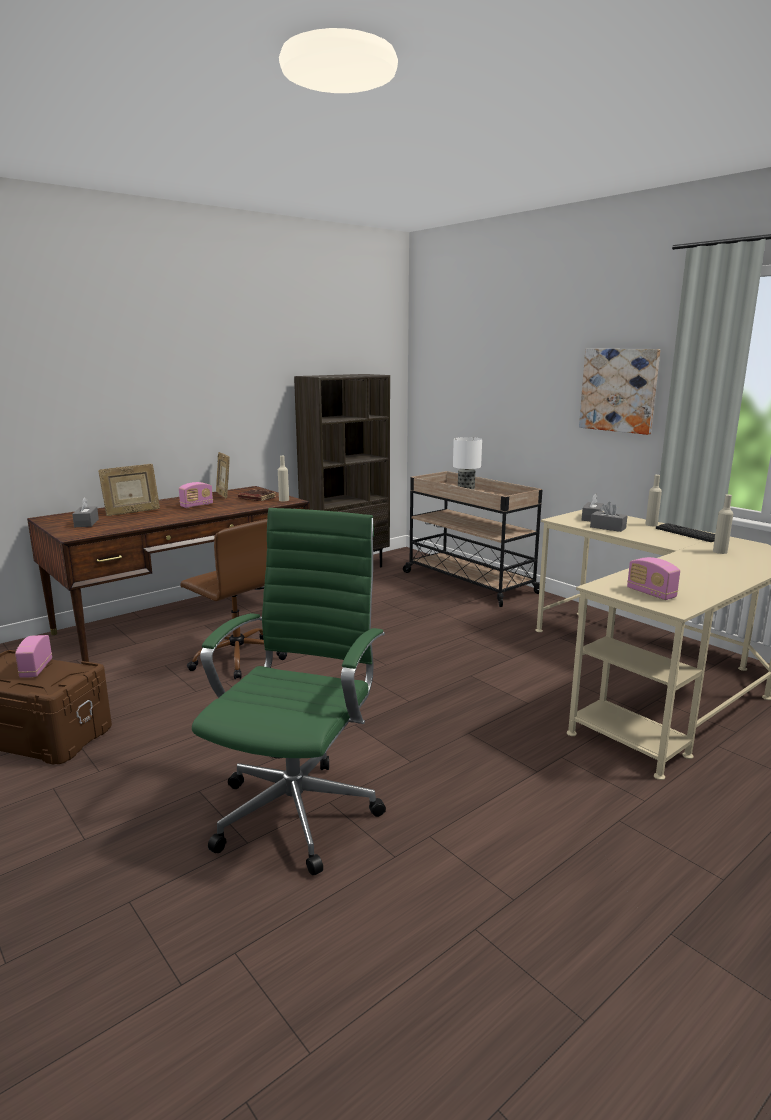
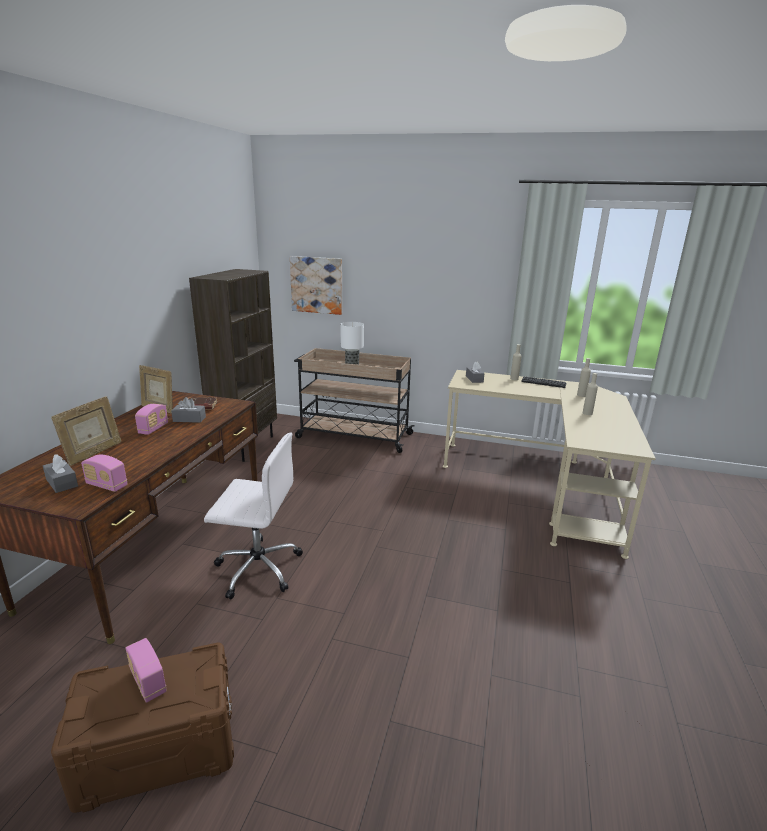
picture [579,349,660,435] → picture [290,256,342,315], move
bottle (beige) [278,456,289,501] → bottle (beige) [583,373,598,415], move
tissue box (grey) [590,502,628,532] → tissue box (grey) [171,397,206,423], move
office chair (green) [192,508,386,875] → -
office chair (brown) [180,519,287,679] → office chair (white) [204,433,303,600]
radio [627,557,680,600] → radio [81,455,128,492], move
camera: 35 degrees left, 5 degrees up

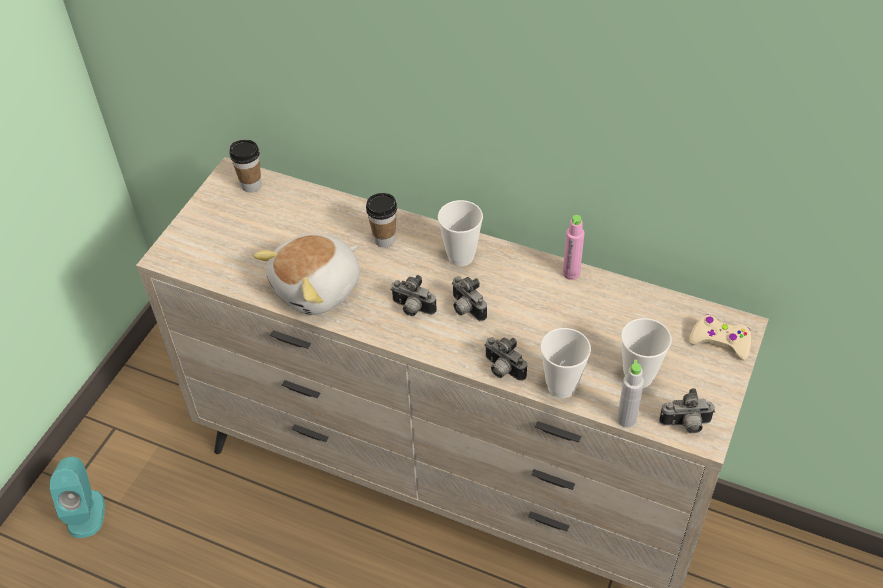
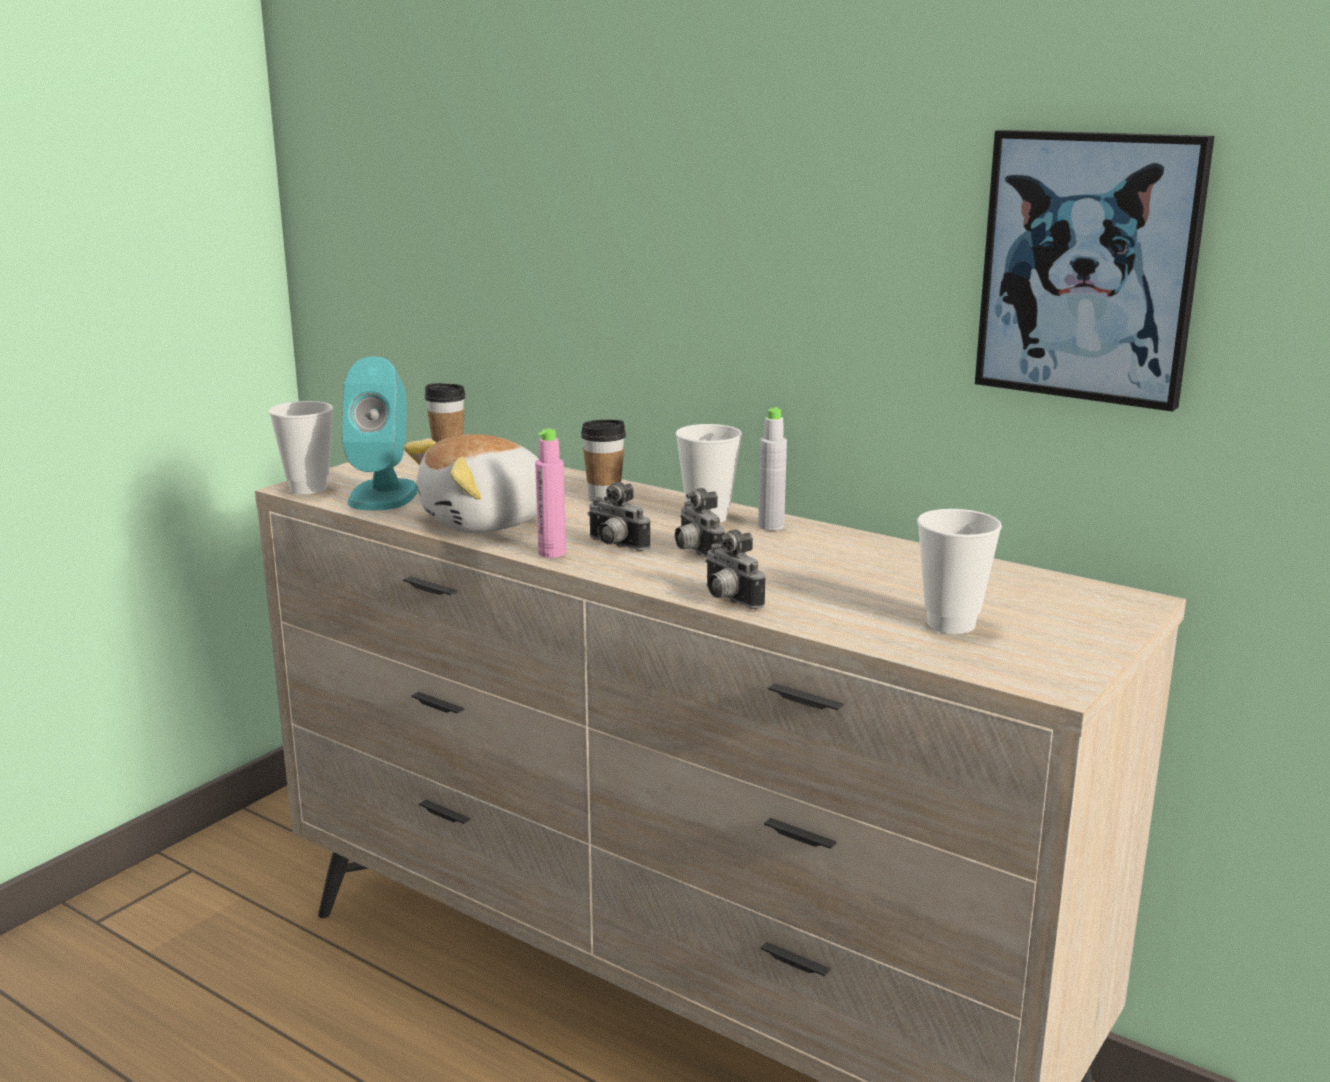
bottle (pink) [563,215,584,280] → bottle (pink) [535,429,566,558], move
game controller (beige) [689,314,751,361] → -
cup [540,328,591,398] → cup [269,401,333,494], move
bottle (grey) [617,360,644,428] → bottle (grey) [758,407,787,531], move
photo camera [659,388,715,433] → -
speaker (turquoise) [49,457,105,538] → speaker (turquoise) [342,357,417,510], move
- → picture [975,130,1214,412]
camera: 10 degrees right, 30 degrees down

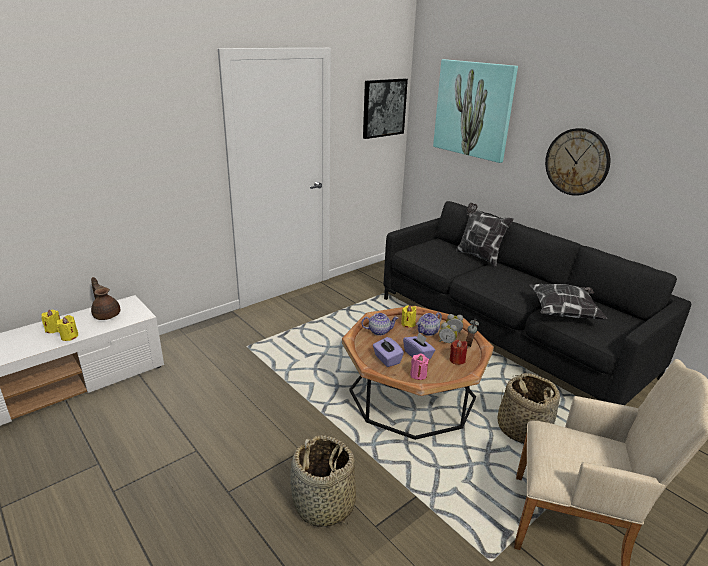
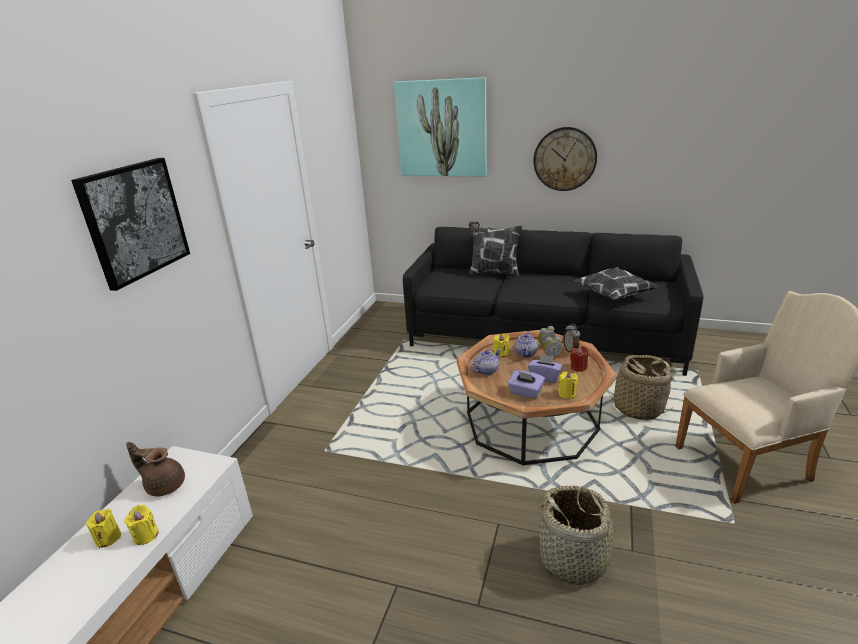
picture [363,78,408,139] → picture [71,158,190,291], move
candle (pink) [410,353,429,380] → candle (yellow) [558,372,578,399]
camera: 30 degrees left, 0 degrees up

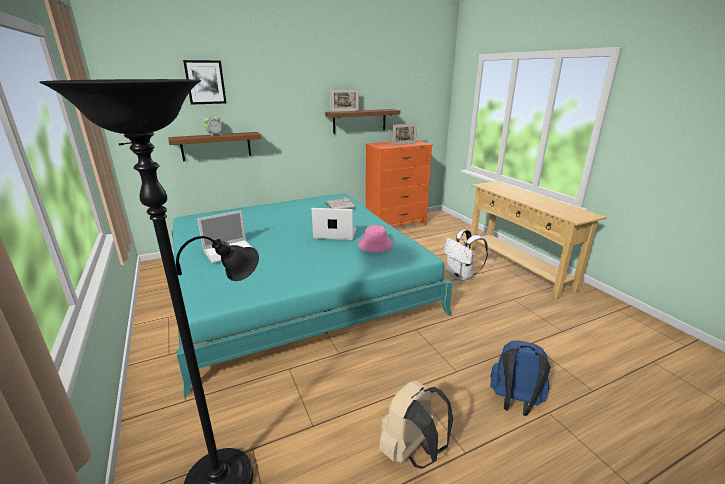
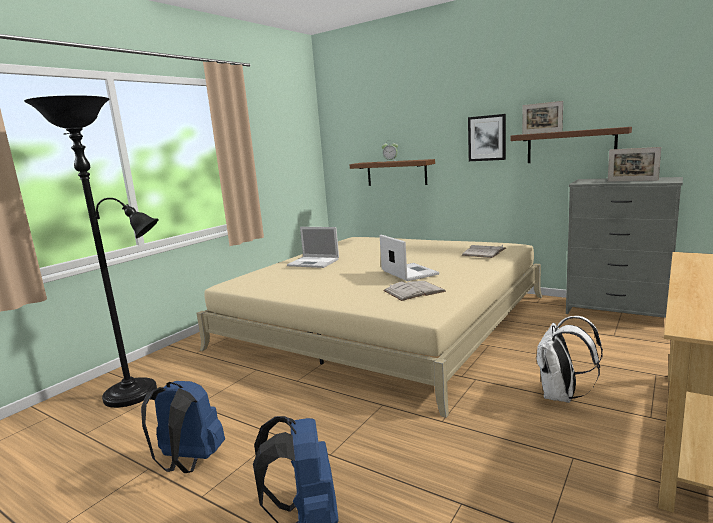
picture [183,60,227,105] → picture [468,114,506,161], move
dresser (orange) [365,140,433,226] → dresser (grey) [566,177,683,318]
bed (turquoise) [171,194,453,397] → bed (beige) [197,237,542,418]
hat (pink) [358,225,393,252] → book (white) [383,281,446,301]
backpack (beige) [379,380,453,469] → backpack (blue) [141,381,225,473]
camera: 60 degrees right, 10 degrees down

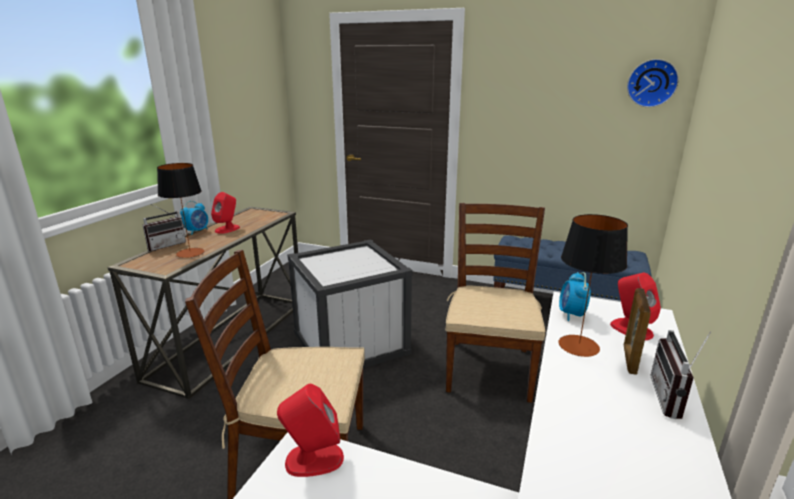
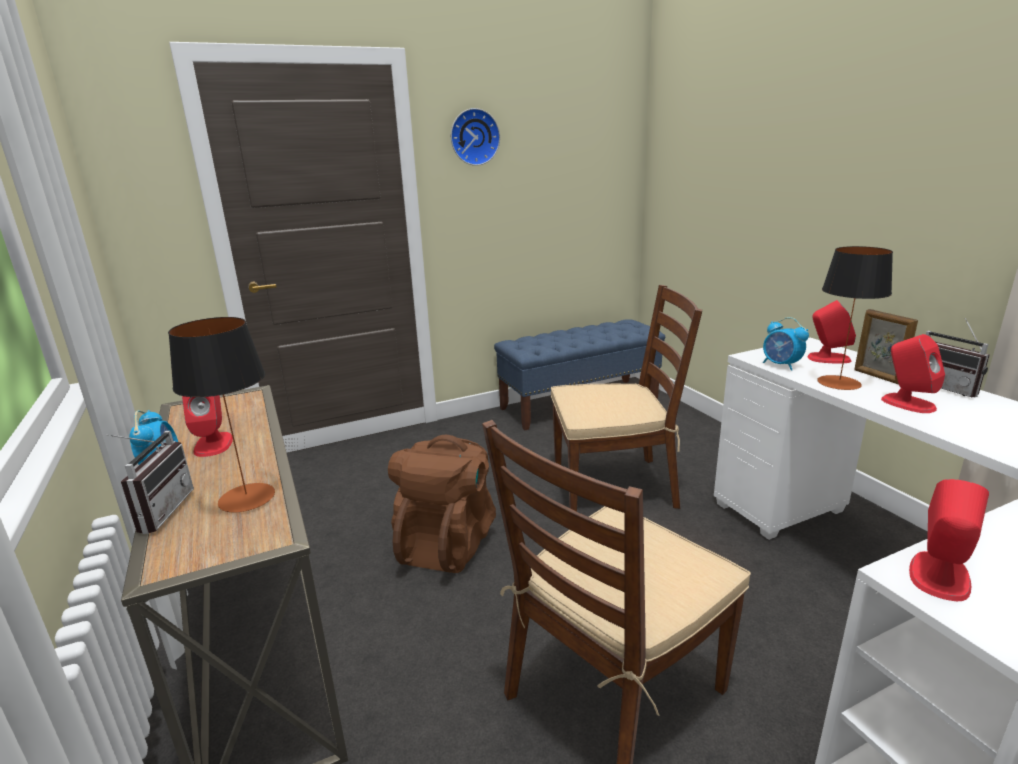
wall clock [627,59,679,107] → wall clock [451,108,500,166], move
chair (brown) [446,203,545,403] → chair (brown) [551,285,702,512], 120 degrees clockwise
storage box (white) [287,239,413,368] → backpack (brown) [388,435,496,573]
- → speaker (red) [881,334,945,413]
camera: 45 degrees left, 0 degrees up

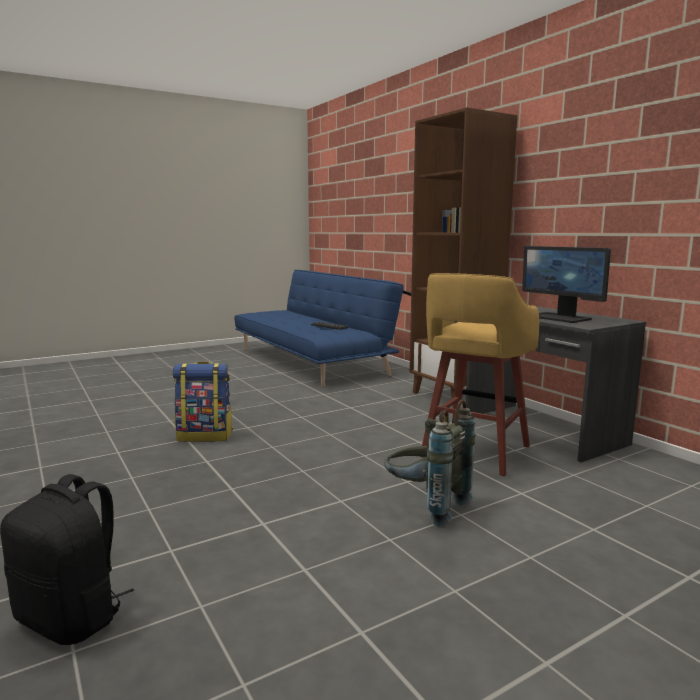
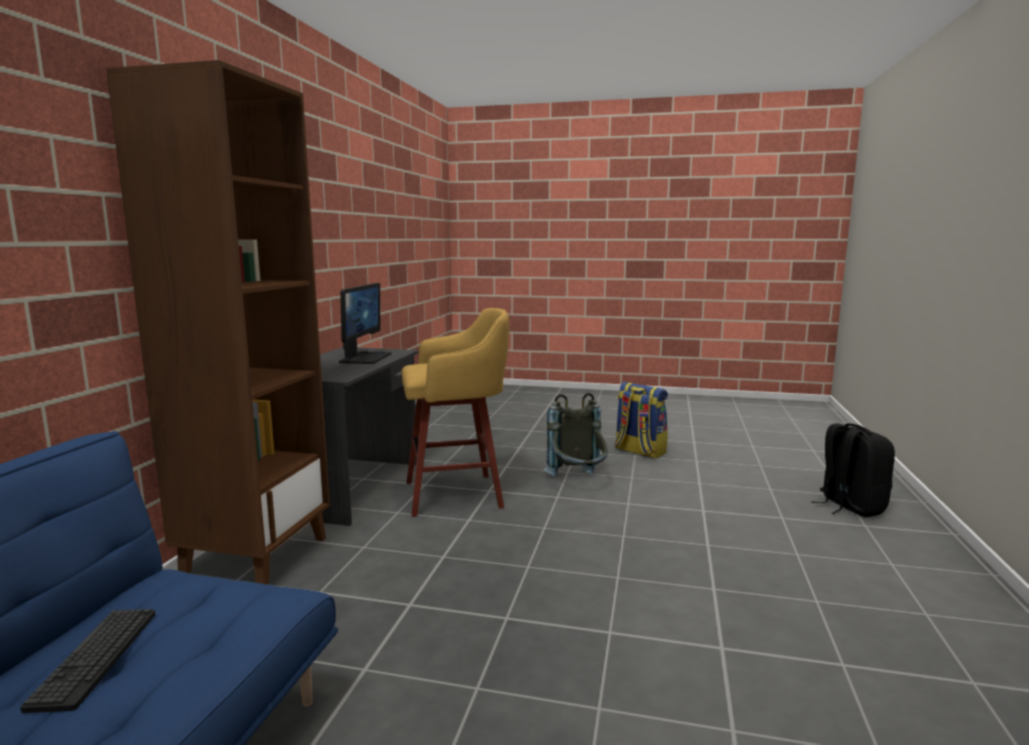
backpack [172,362,233,442] → backpack [615,382,668,459], move
camera: 135 degrees left, 0 degrees up

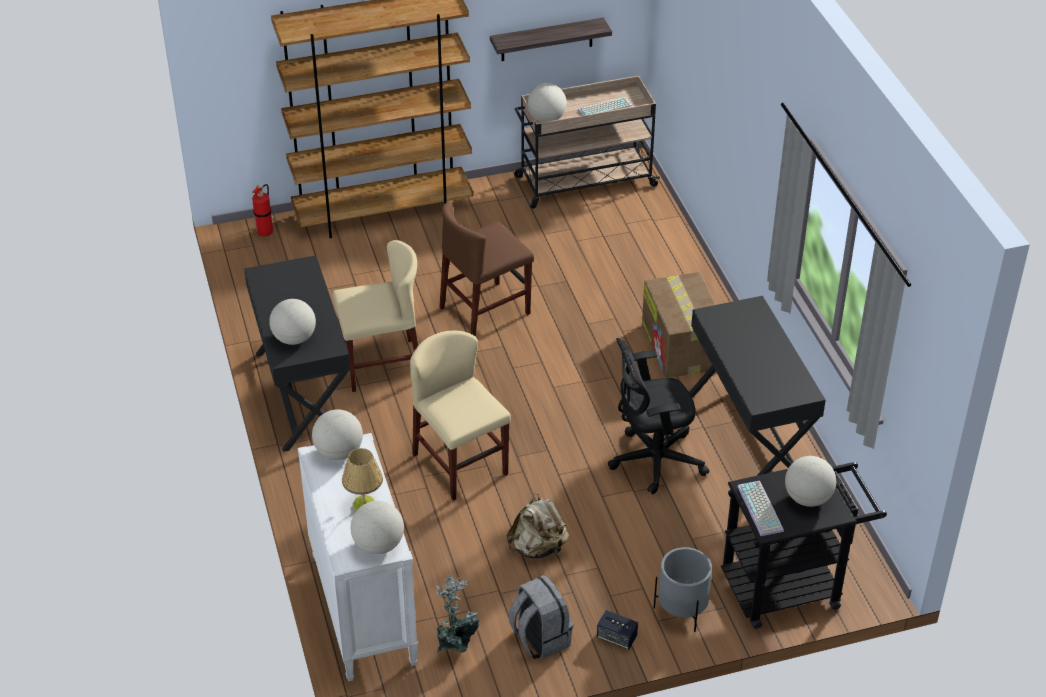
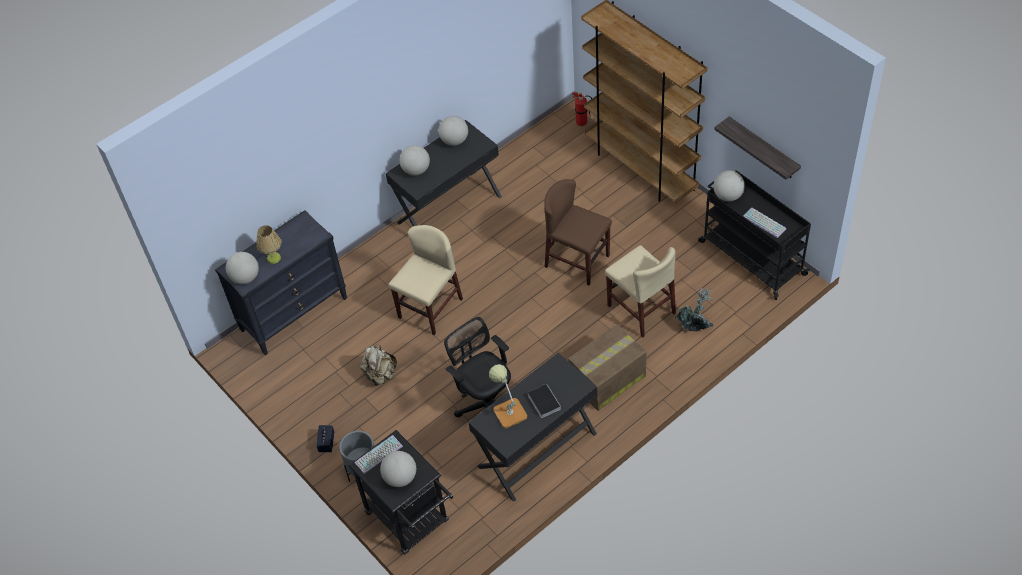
cart (beige) [514,76,660,209] → cart (black) [698,170,811,300]
chair (beige) [332,240,418,392] → chair (beige) [605,245,676,338], move
globe [312,409,363,460] → globe [439,116,468,146], move
dresser (white) [298,433,418,681] → dresser (black) [215,210,347,355]
potted plant [436,573,480,653] → potted plant [675,288,713,332], move
backpack (grey) [509,575,573,659] → -
- → table lamp [489,364,527,429]
- → book [528,383,561,418]
camera: 70 degrees right, 10 degrees up

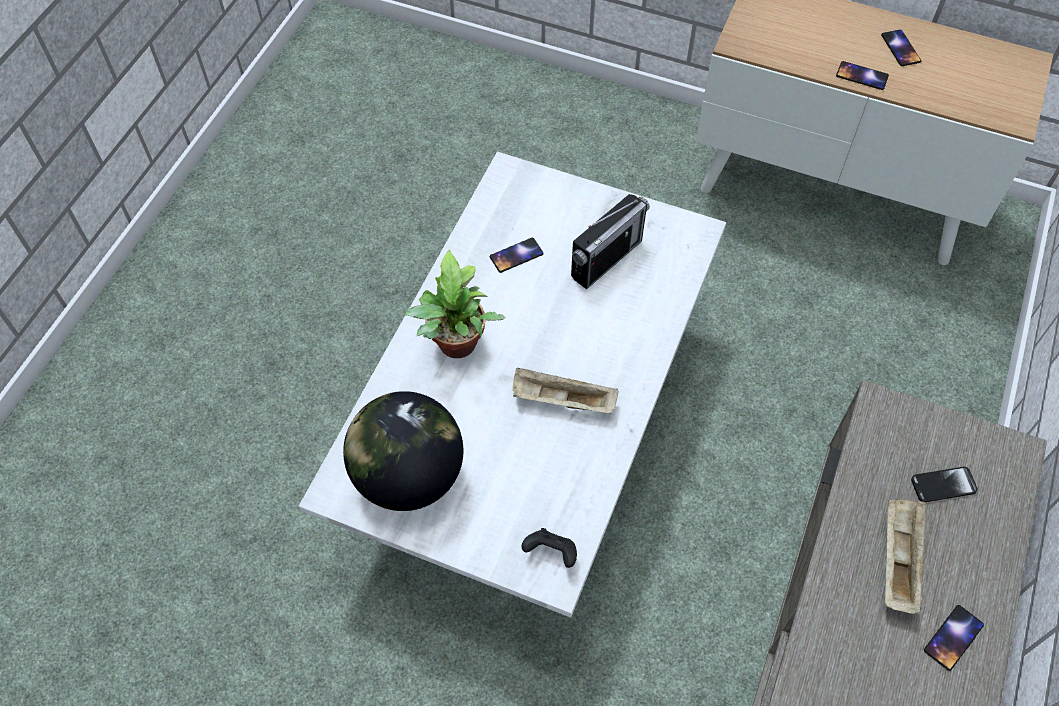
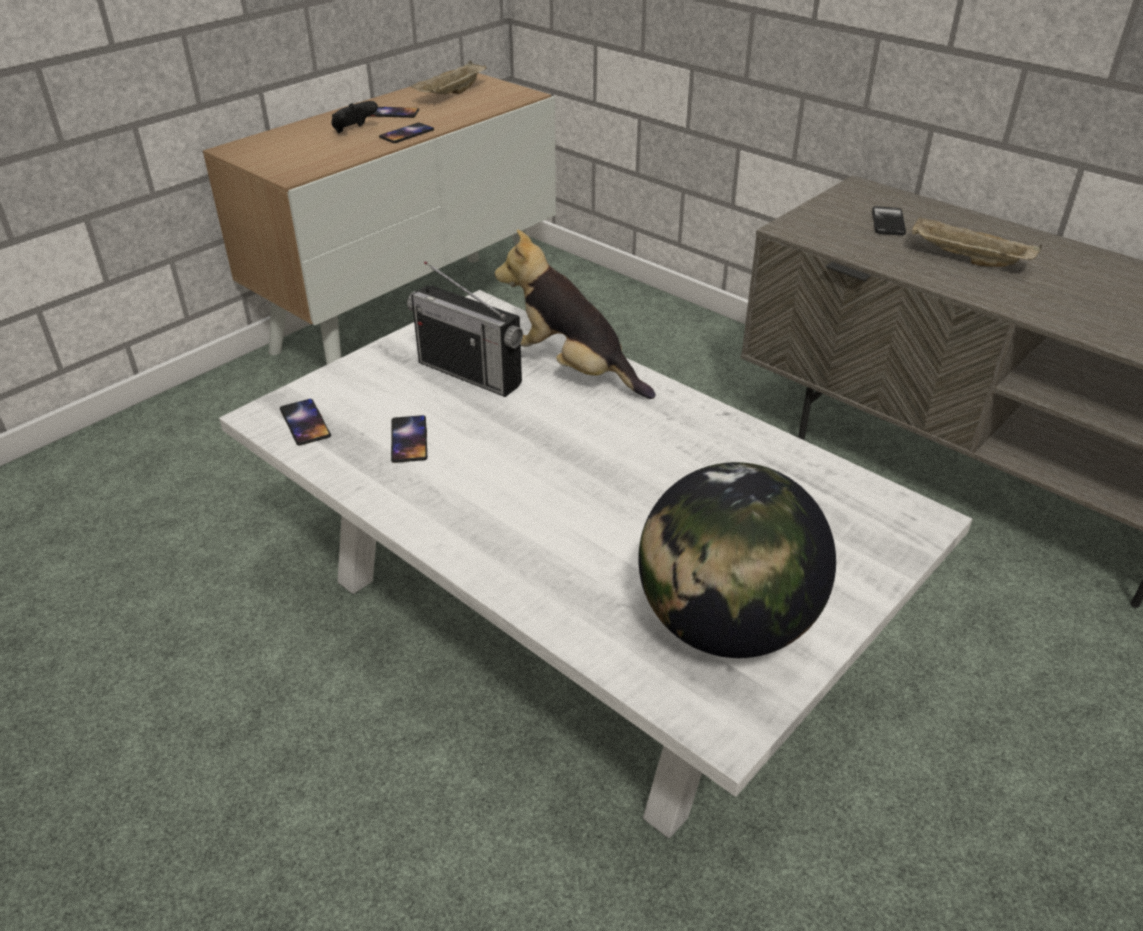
radio [571,194,650,289] → radio [407,261,523,397], 150 degrees clockwise
potted plant [405,250,505,358] → -
tray (beige) [513,367,618,413] → tray (beige) [411,61,487,94], move
game controller (black) [522,528,577,568] → game controller (black) [331,101,378,133], move
phone [924,605,984,671] → phone [280,399,331,446], move
- → plush toy [495,229,656,399]
camera: 70 degrees left, 20 degrees down

